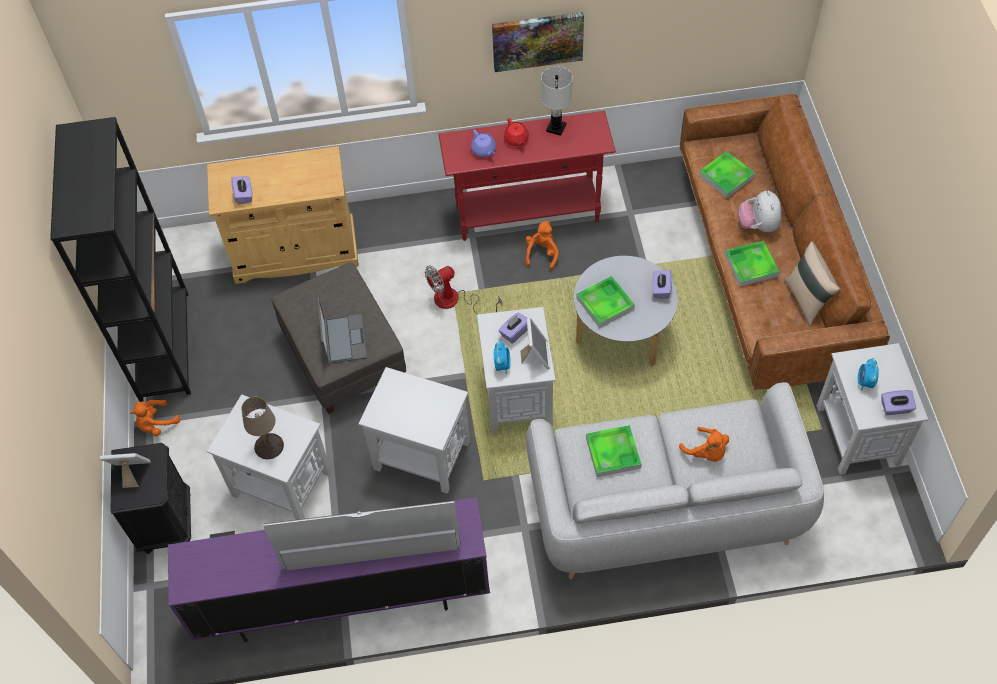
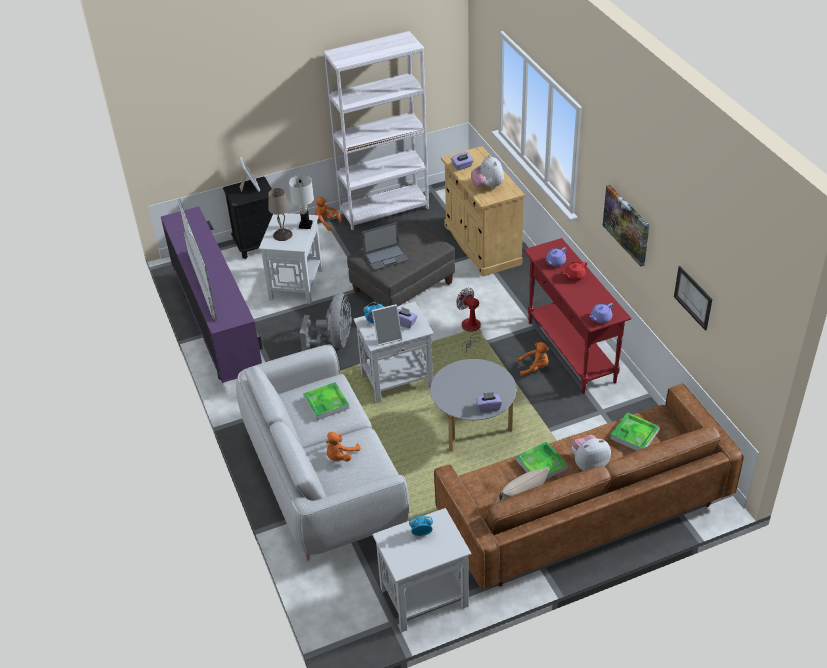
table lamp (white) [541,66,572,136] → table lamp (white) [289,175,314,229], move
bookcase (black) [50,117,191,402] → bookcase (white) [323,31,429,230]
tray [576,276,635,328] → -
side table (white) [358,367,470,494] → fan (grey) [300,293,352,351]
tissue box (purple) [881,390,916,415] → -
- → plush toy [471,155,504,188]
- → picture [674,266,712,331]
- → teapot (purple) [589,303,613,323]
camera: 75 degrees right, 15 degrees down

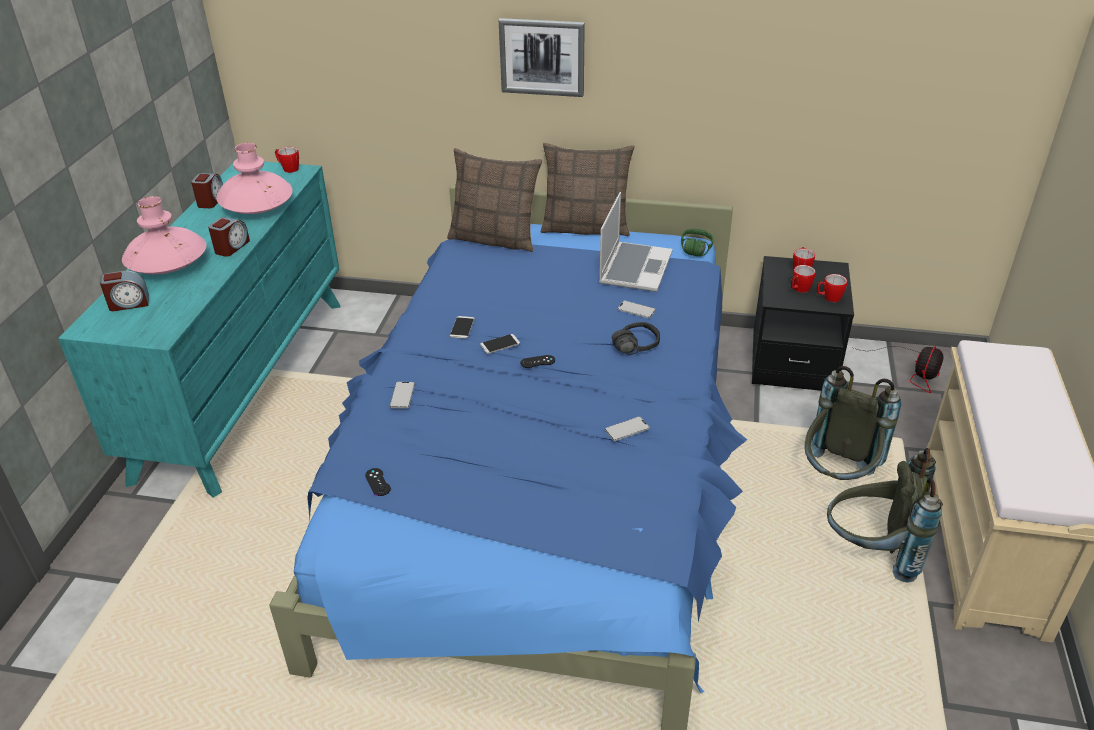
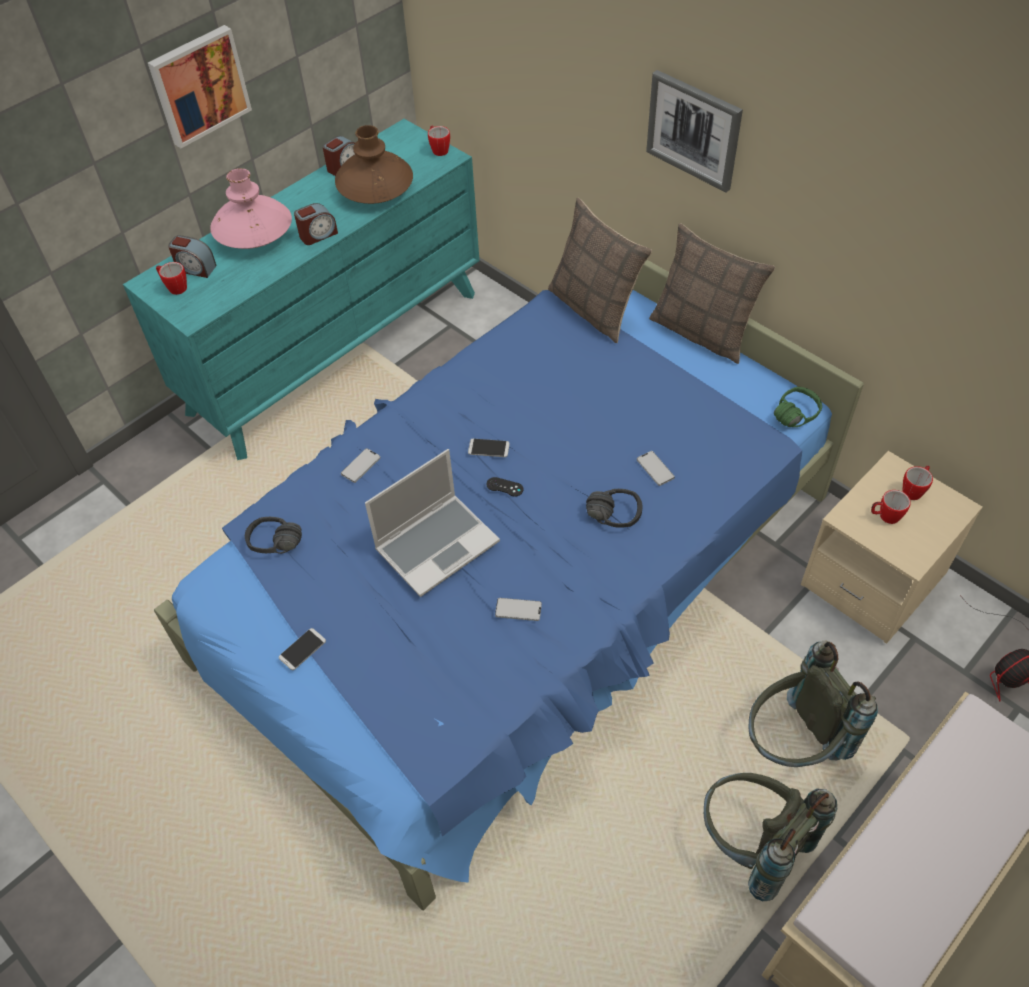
vase (pink) [216,143,293,214] → vase (brown) [335,125,413,204]
laptop [599,192,673,292] → laptop [365,449,500,597], move
nightstand (black) [752,256,854,391] → nightstand (beige) [801,451,982,644]
mug [817,274,847,302] → mug [156,262,187,295], move
phone [450,316,475,339] → phone [279,628,326,670], move
game controller (black) [365,468,391,496] → headphones (black) [245,517,302,554]
- → picture [148,25,252,148]
camera: 35 degrees right, 15 degrees up

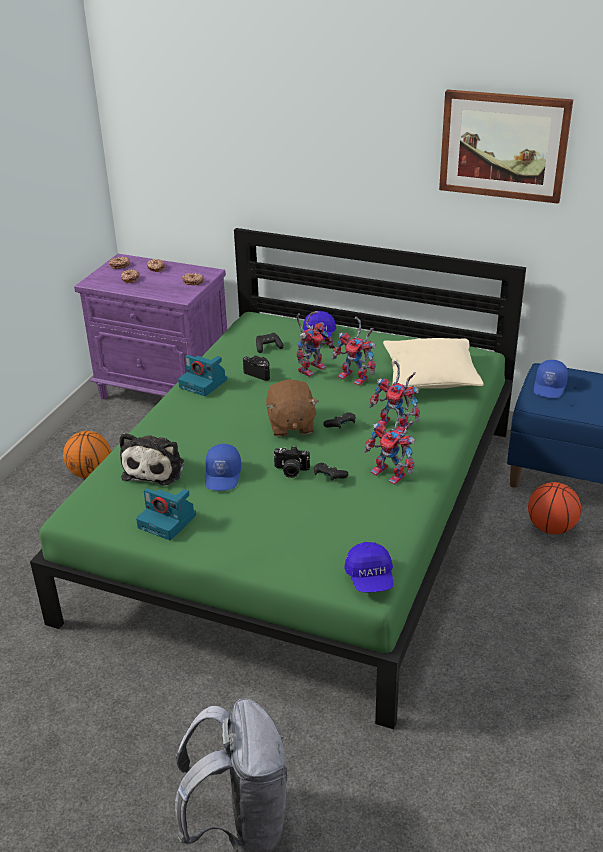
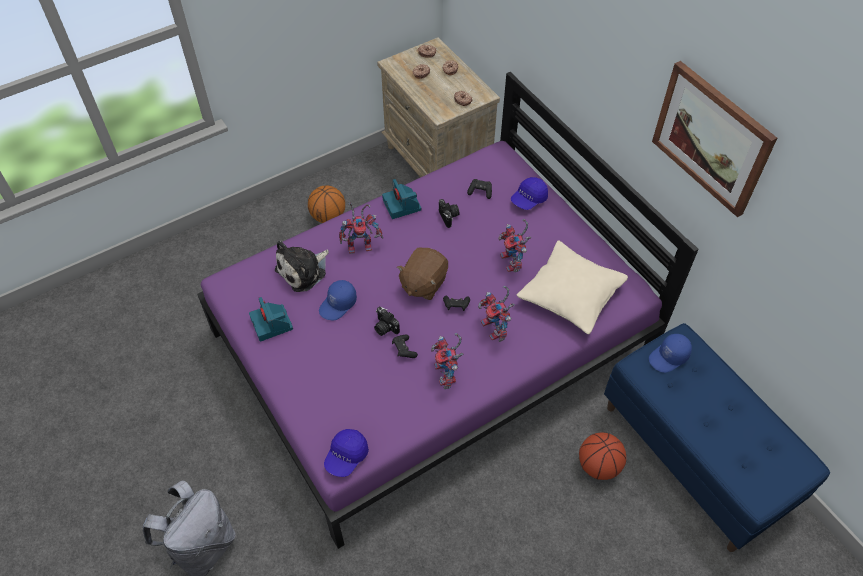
bed (green) [30,228,526,729] → bed (purple) [197,72,698,549]
nightstand (purple) [74,254,227,399] → nightstand (beige) [377,37,500,177]
toy robot [296,311,335,377] → toy robot [339,203,383,254], move
camera: 35 degrees right, 20 degrees up

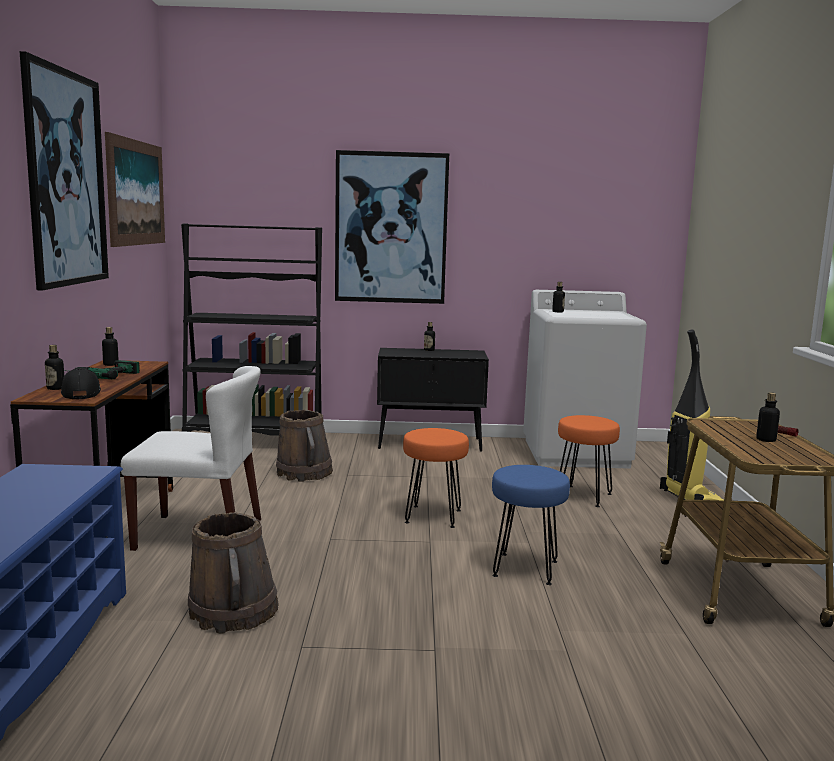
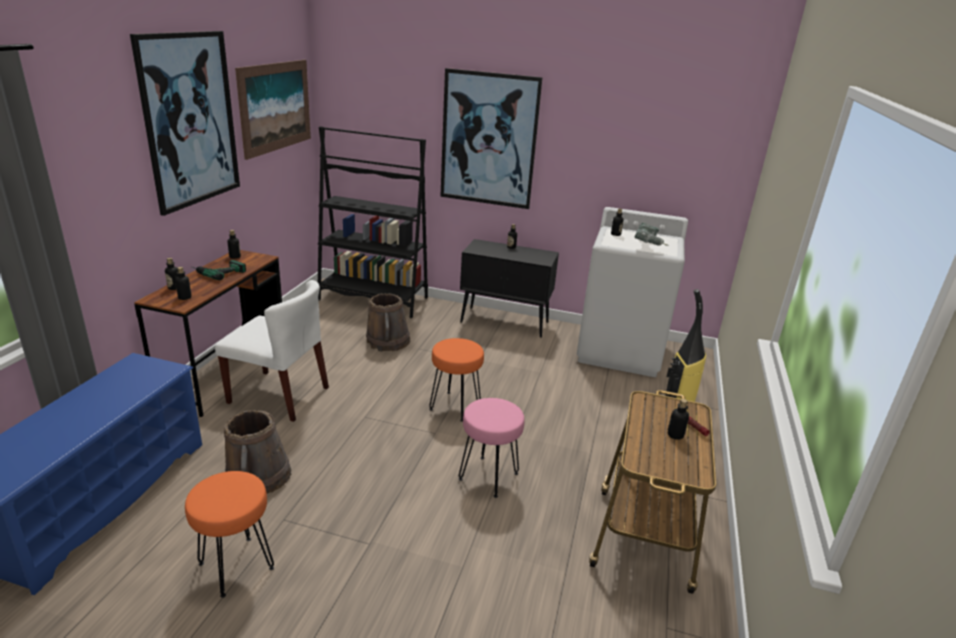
cap (black) [61,367,101,399] → bottle [175,267,192,300]
stool (orange) [558,415,620,507] → stool (orange) [185,471,274,598], move
stool (blue) [492,465,570,585] → stool (pink) [459,398,525,498]
- → power drill [634,223,669,246]
camera: 15 degrees right, 15 degrees up

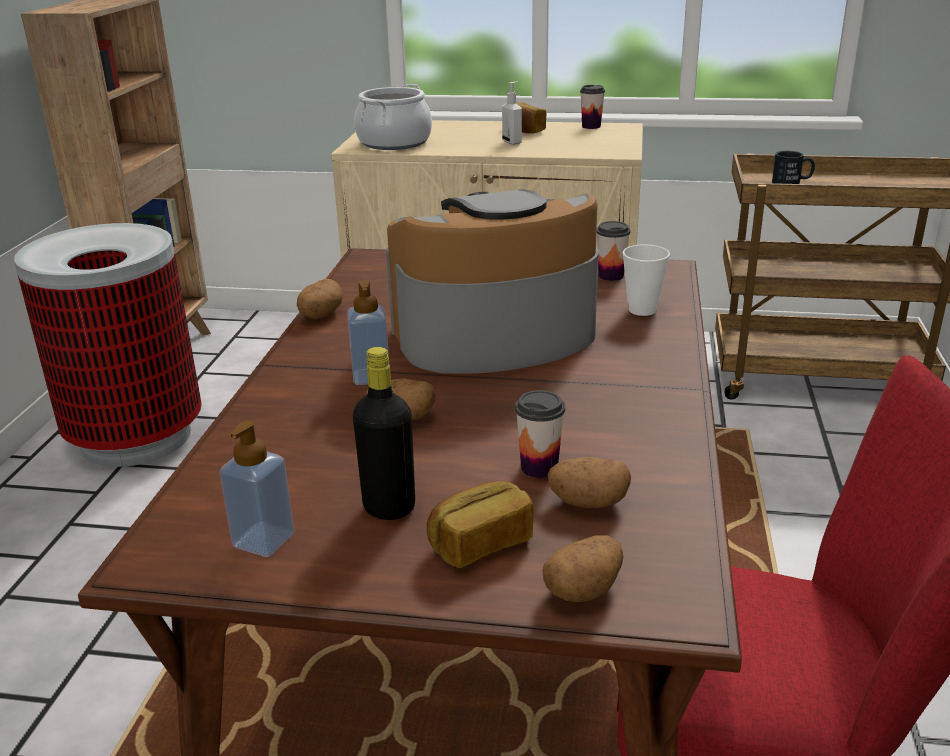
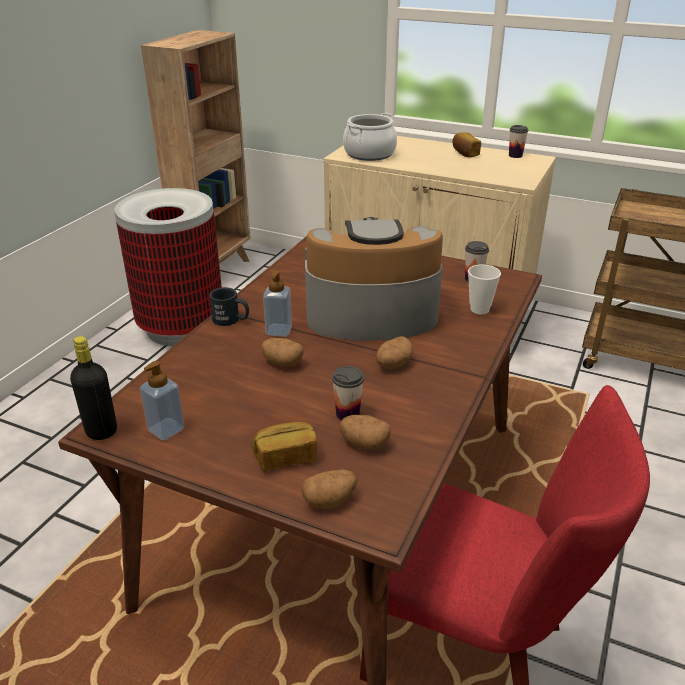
soap dispenser [502,81,522,145] → -
mug (black) [772,151,815,184] → mug (black) [209,287,249,326], move
potato [297,279,343,319] → potato [376,336,413,369], move
bottle (black) [353,347,415,520] → bottle (black) [70,336,117,440], move
camera: 15 degrees right, 5 degrees up

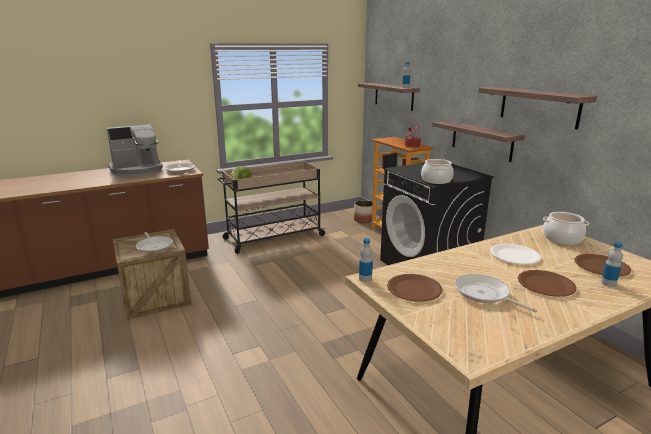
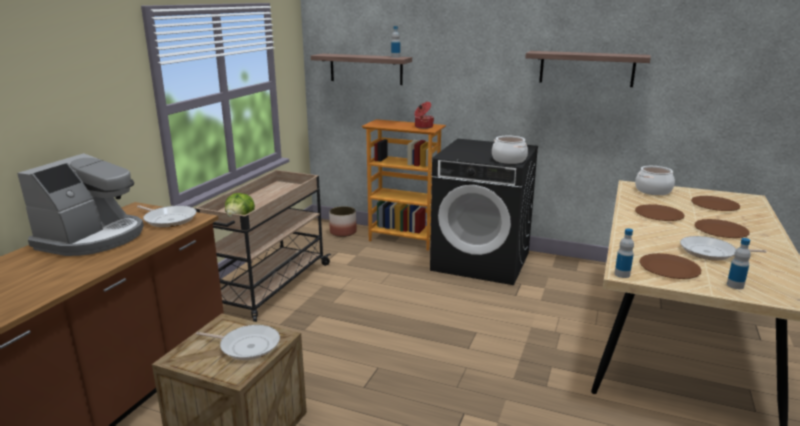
shelf [432,121,525,162] → -
bottle [601,242,623,287] → bottle [727,238,751,289], move
plate (white) [490,244,541,264] → plate (brown) [635,204,685,221]
camera: 40 degrees left, 0 degrees up

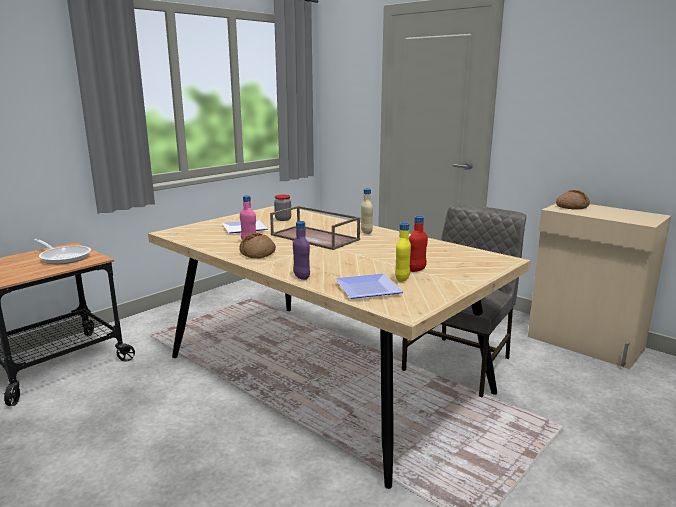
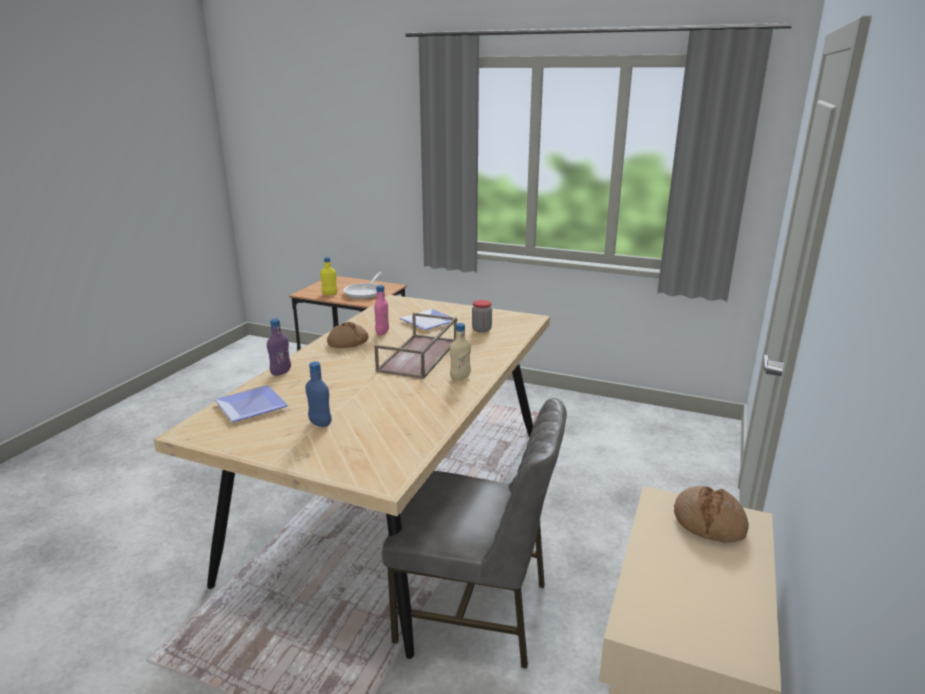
bottle (red) [409,216,428,272] → bottle (blue) [306,362,331,427]
bottle (yellow) [395,222,411,282] → bottle (yellow) [320,257,337,295], move
camera: 70 degrees right, 5 degrees up

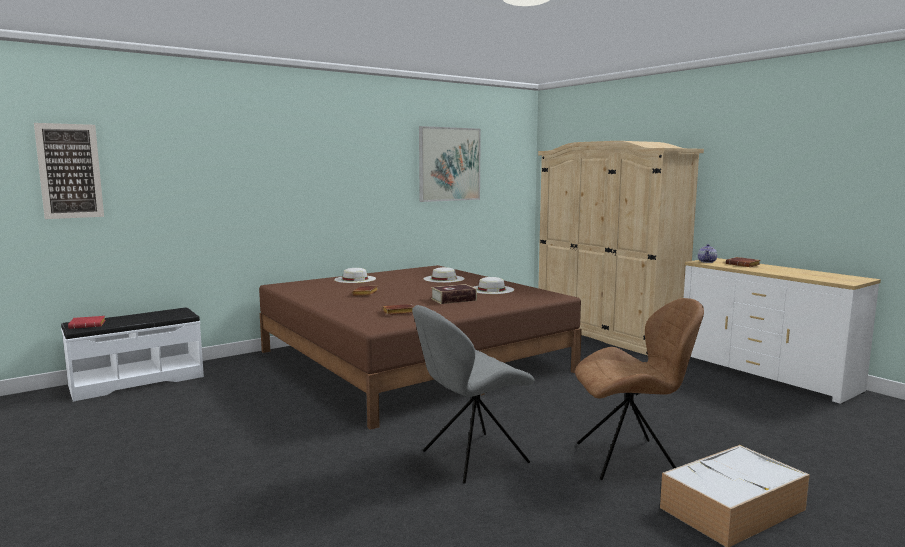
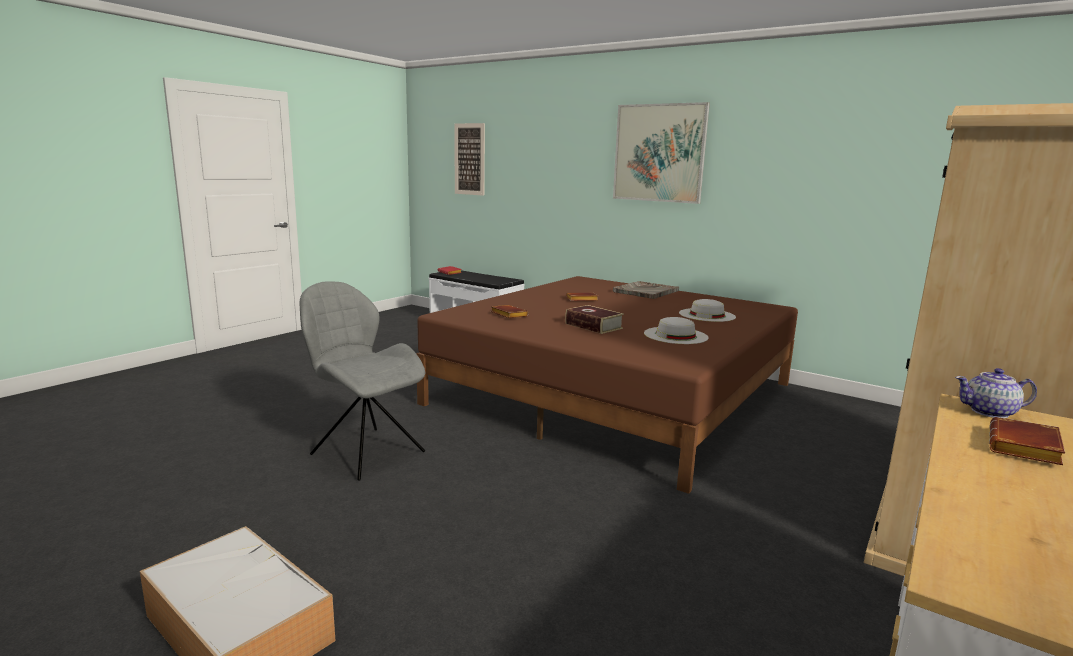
picture [419,126,481,202] → picture [613,102,710,204], move
hat (white) [334,268,376,283] → tray (grey) [613,281,679,299]
chair (brown) [575,298,704,480] → -
camera: 70 degrees right, 5 degrees up

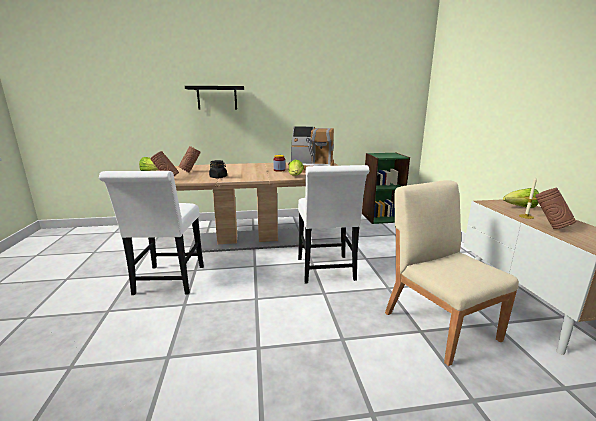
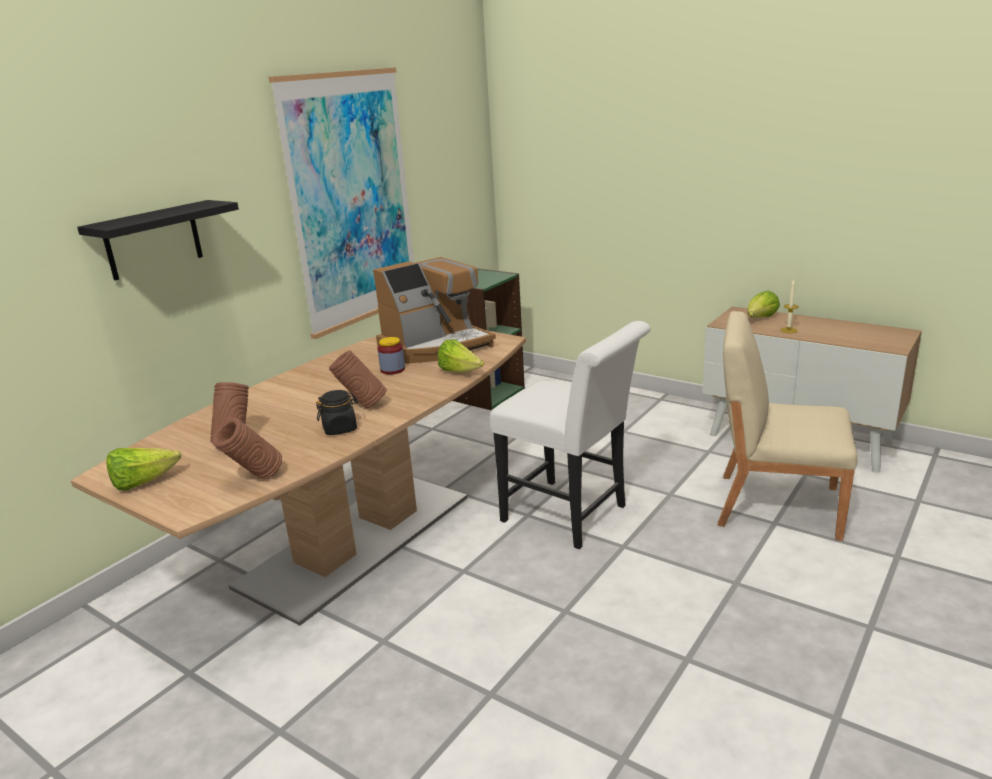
chair (white) [99,171,204,295] → -
vase (brown) [535,188,576,229] → vase (brown) [329,350,387,408], move
- → picture [268,67,414,339]
camera: 45 degrees left, 5 degrees up

